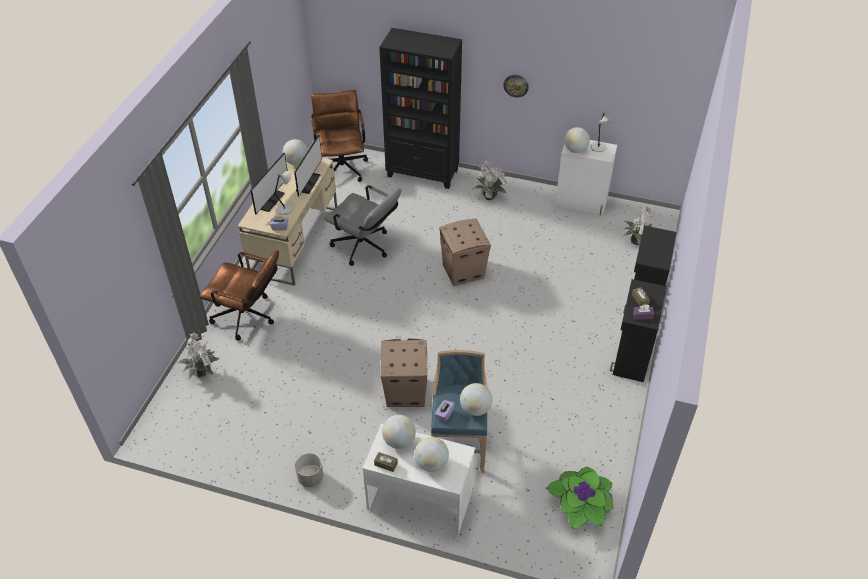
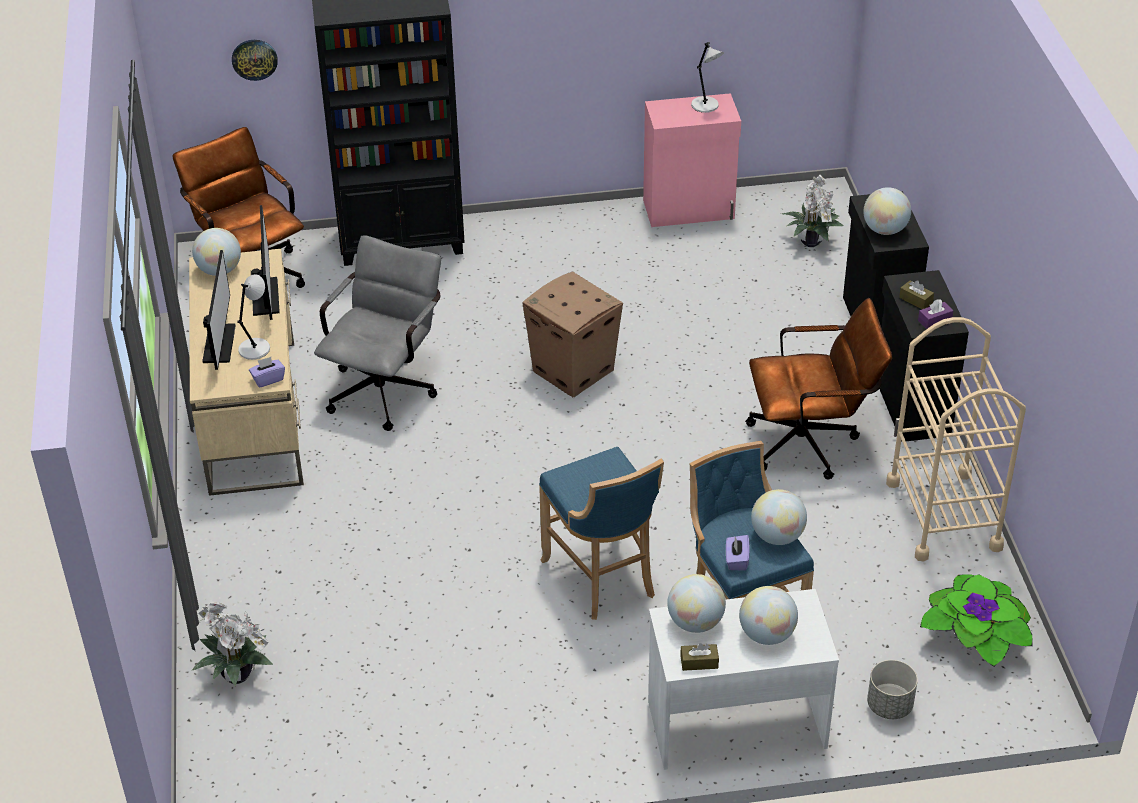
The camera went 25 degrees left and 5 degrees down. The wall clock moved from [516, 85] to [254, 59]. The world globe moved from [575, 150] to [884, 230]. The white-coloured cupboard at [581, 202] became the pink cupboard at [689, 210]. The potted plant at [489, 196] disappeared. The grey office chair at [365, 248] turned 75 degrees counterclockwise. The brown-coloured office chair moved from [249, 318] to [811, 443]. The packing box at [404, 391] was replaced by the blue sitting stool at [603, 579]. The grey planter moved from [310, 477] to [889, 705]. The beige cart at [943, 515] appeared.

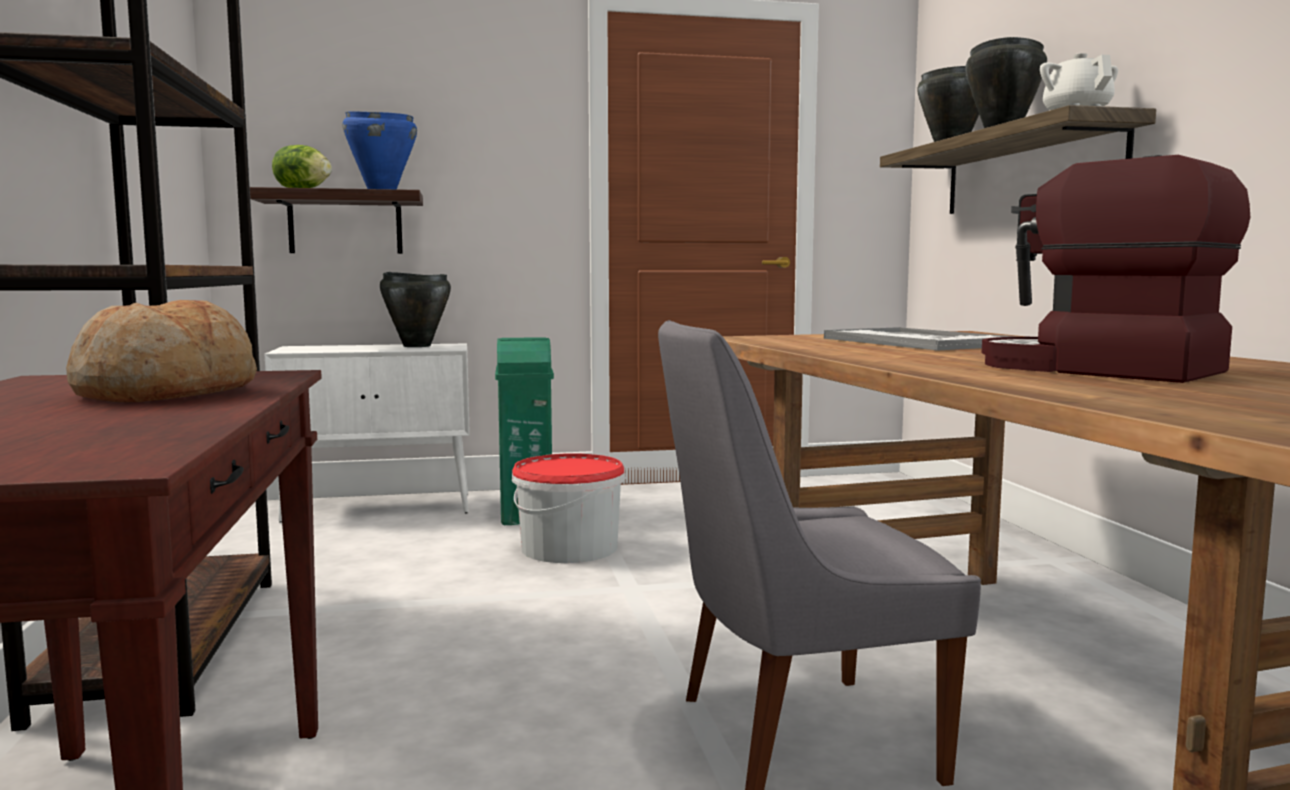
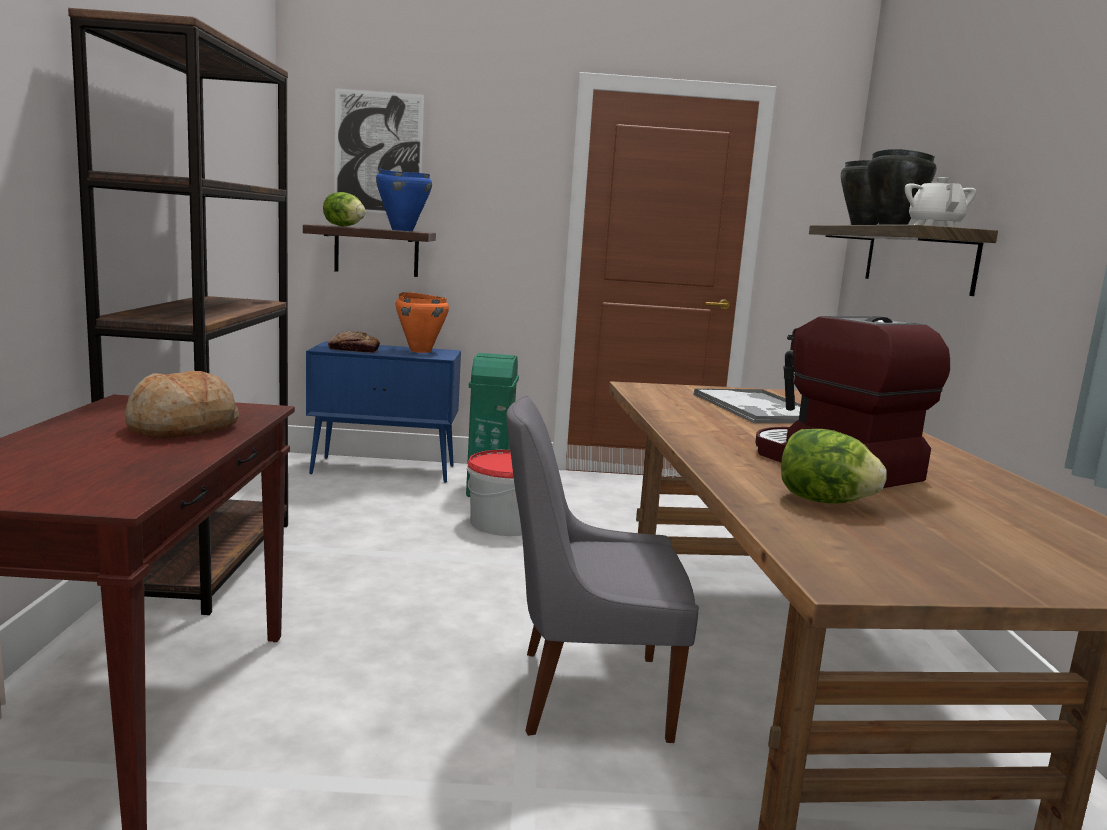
The camera went 10 degrees right and 5 degrees up. The black-coloured saucepot at [417, 346] became the orange saucepot at [420, 351]. The white-coloured cupboard at [380, 507] became the blue cupboard at [385, 470]. The picture at [378, 153] appeared. The bread at [353, 350] appeared. The head of lettuce at [823, 501] appeared.

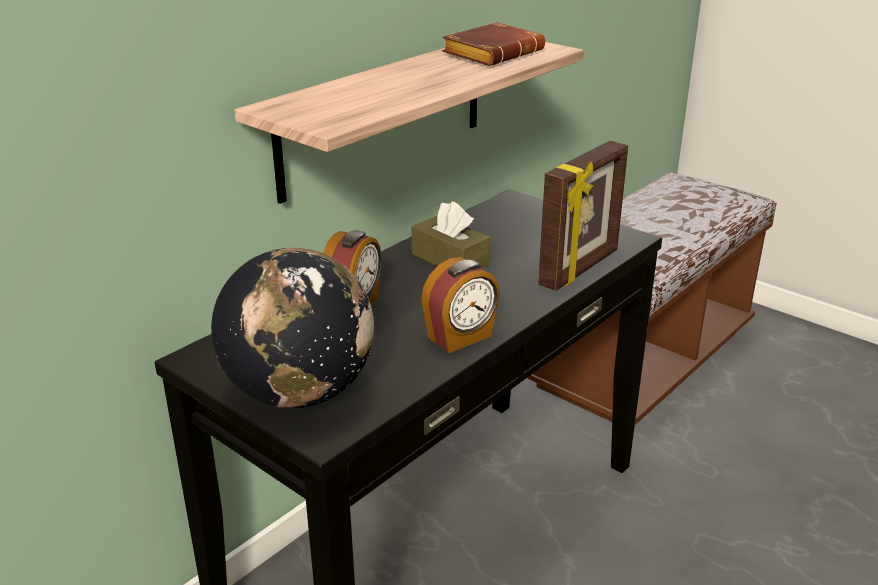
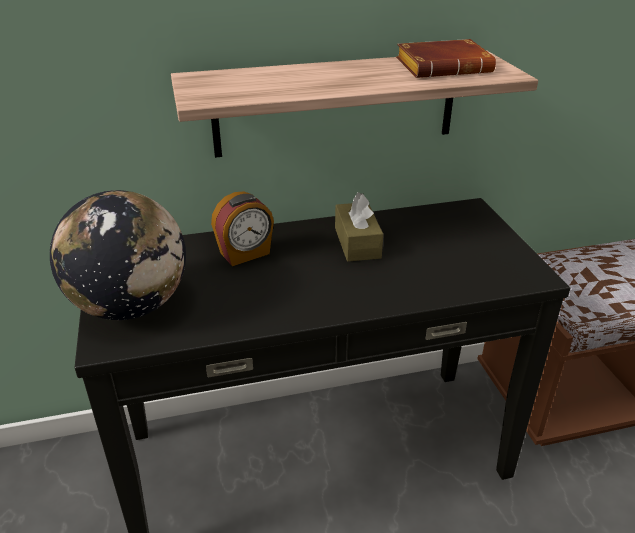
The camera went 35 degrees right and 5 degrees up. The photo frame at [580, 269] disappeared. The alarm clock at [460, 337] disappeared.

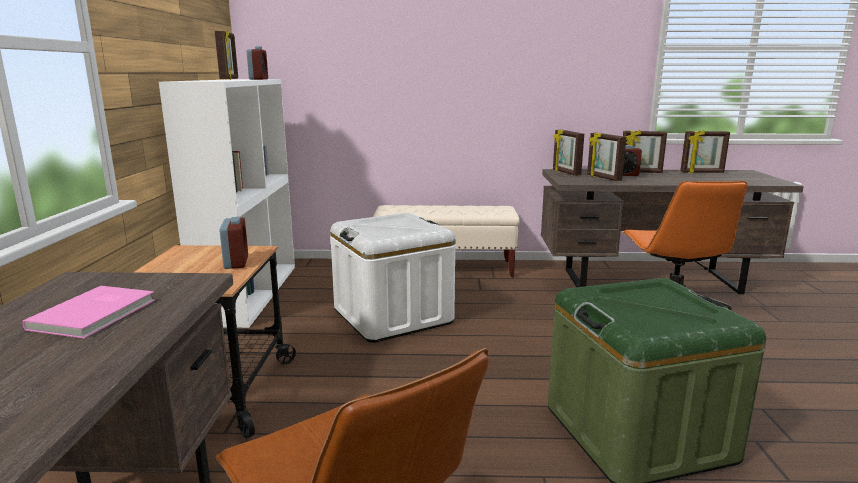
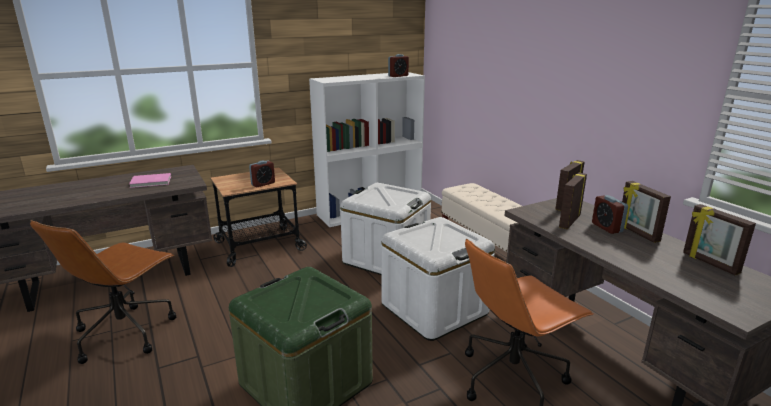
The camera went 60 degrees right and 5 degrees up. The photo frame at [230, 79] disappeared. The white-coloured storage bin at [434, 309] appeared.

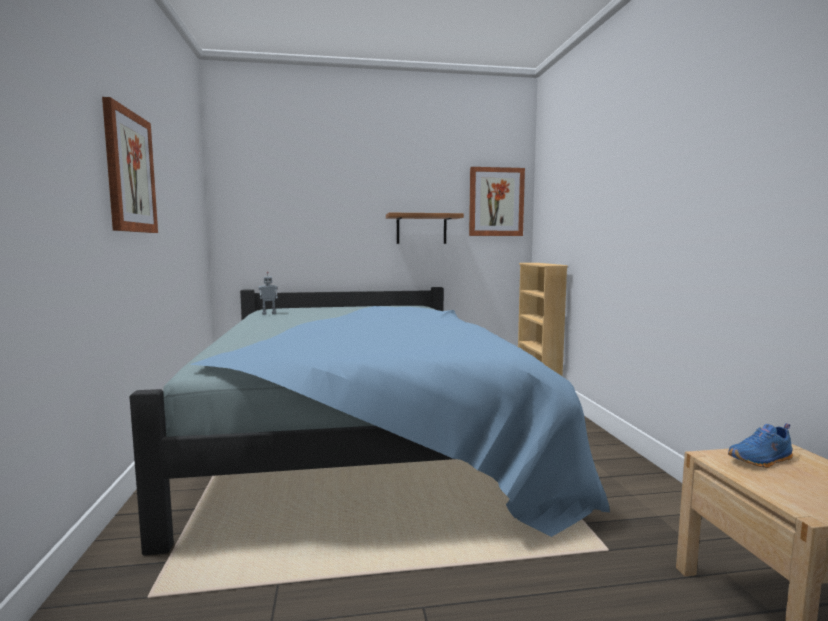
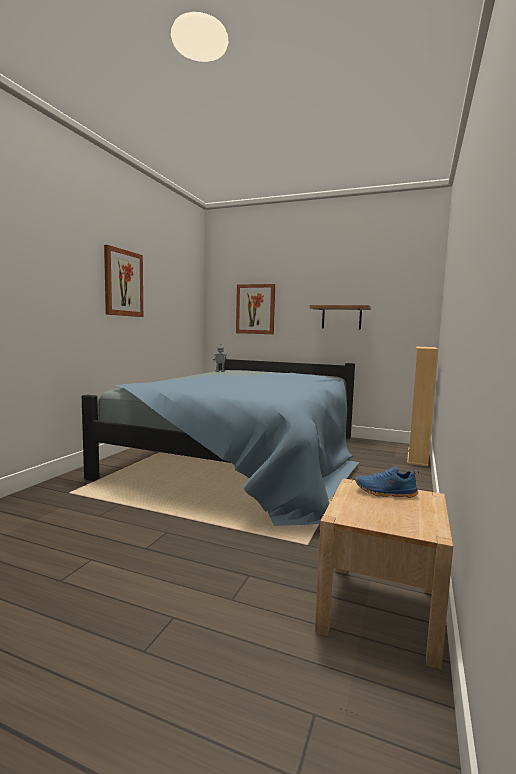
The camera went 30 degrees right and 0 degrees up. The picture moved from [496, 202] to [255, 309].

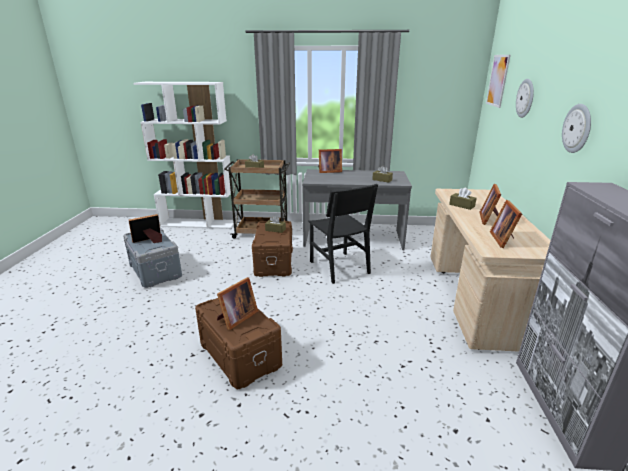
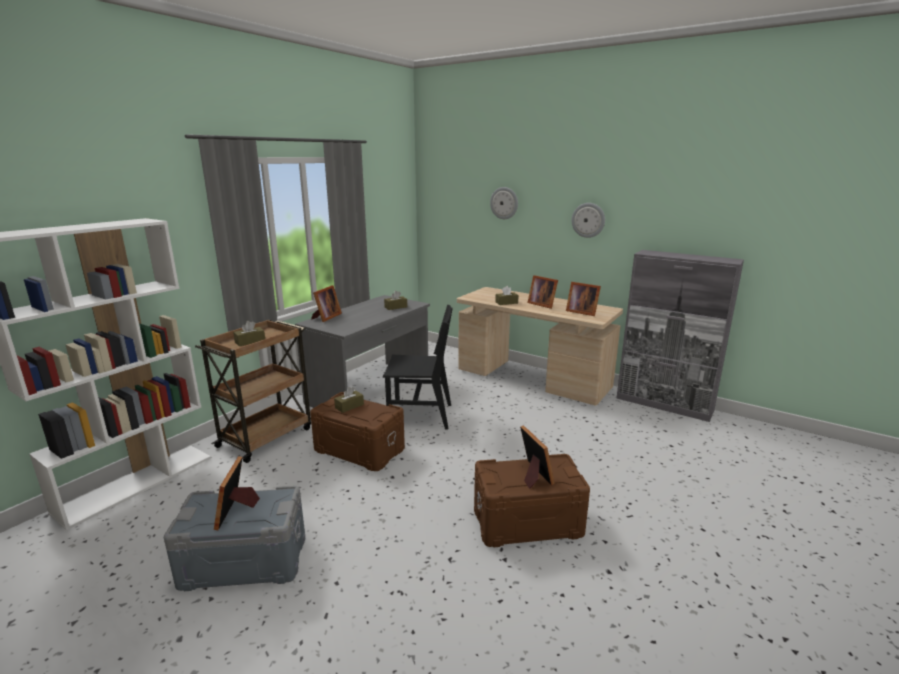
The camera went 60 degrees left and 5 degrees down. The picture at [498, 80] disappeared.

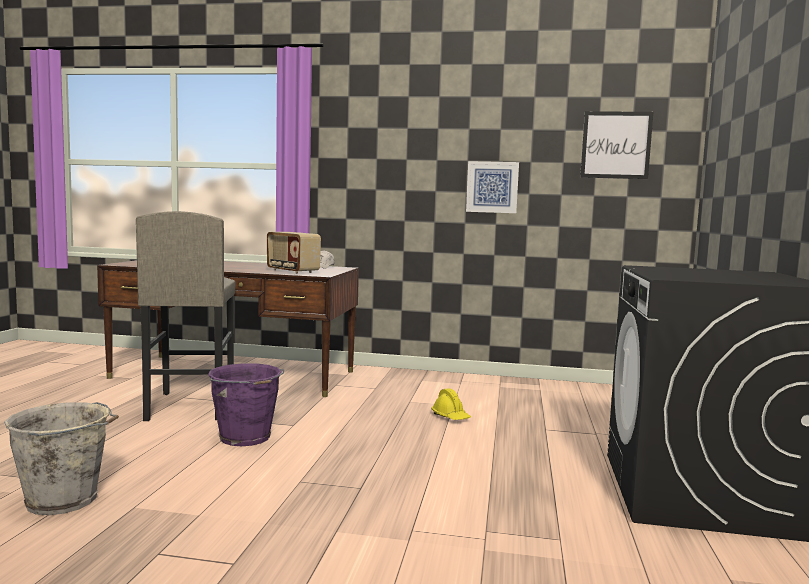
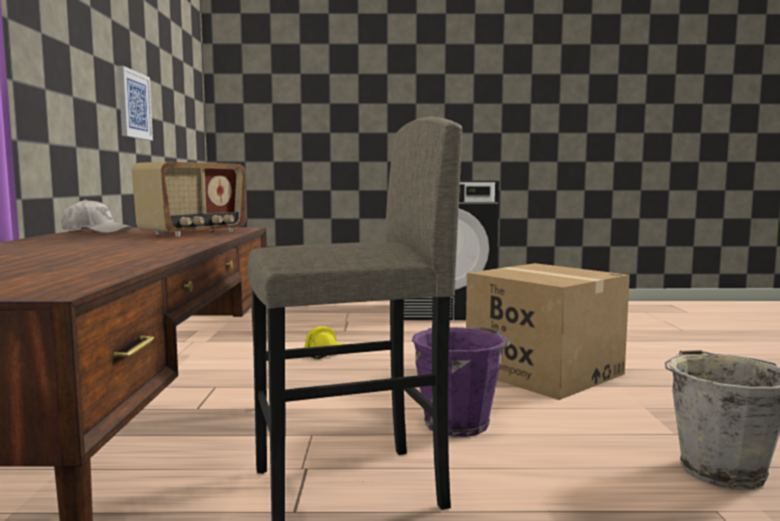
The camera went 100 degrees left and 0 degrees up. The picture at [616, 145] disappeared. The packing box at [543, 372] appeared.

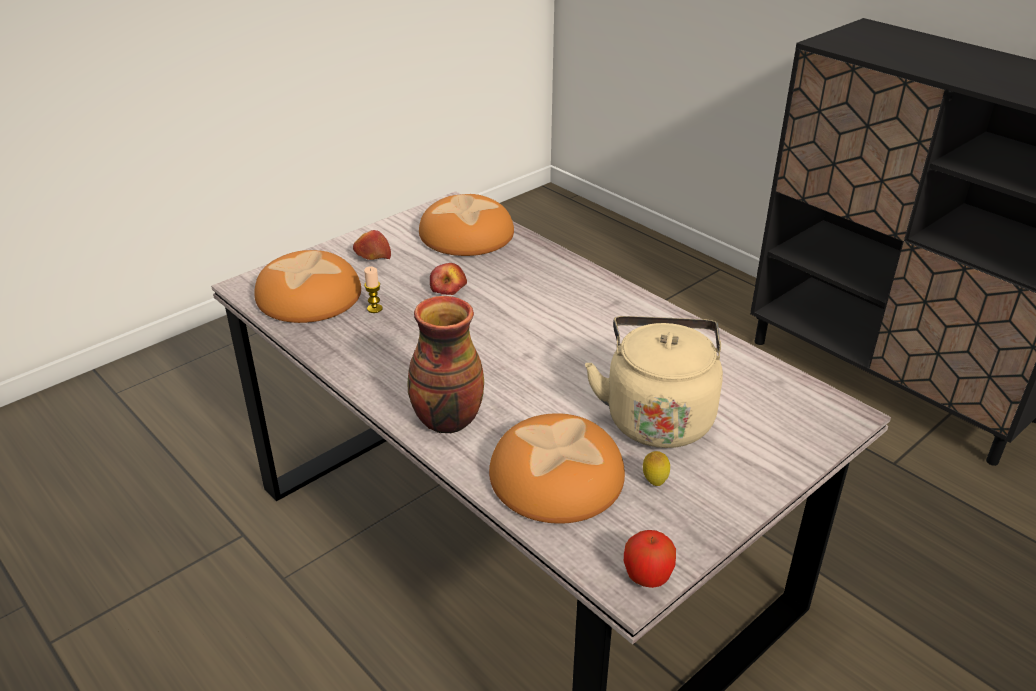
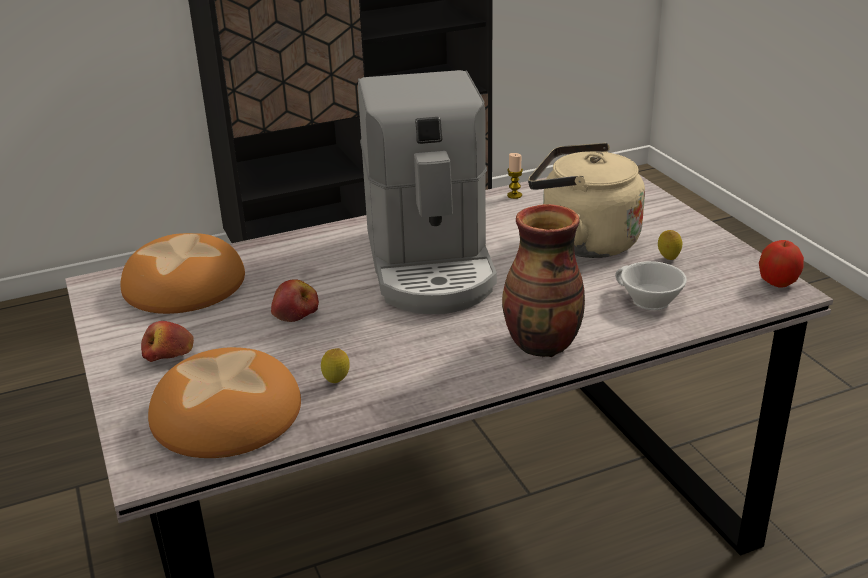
The camera went 70 degrees left and 5 degrees down. The candle moved from [374, 309] to [514, 195]. The bread at [555, 476] was replaced by the white-coloured drinking cup at [647, 300]. The coffee brewer at [430, 264] appeared. The whole lemon at [336, 382] appeared.

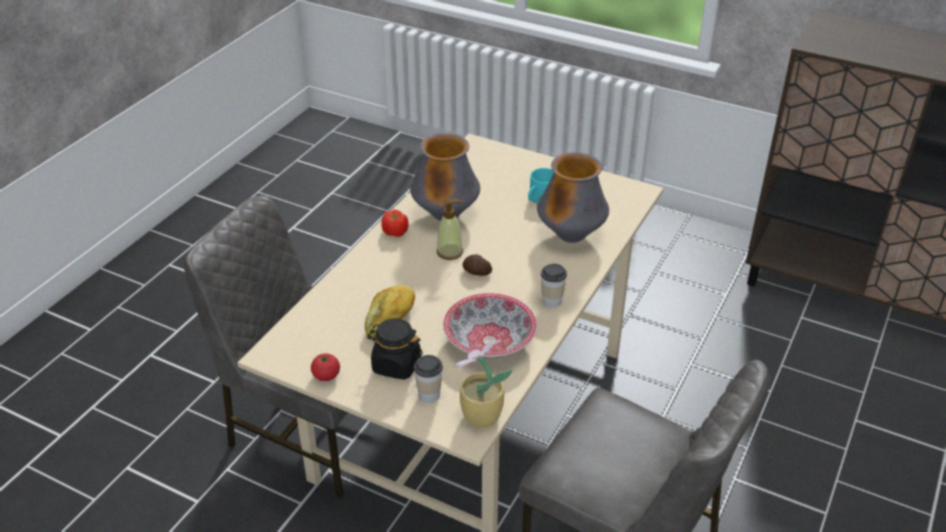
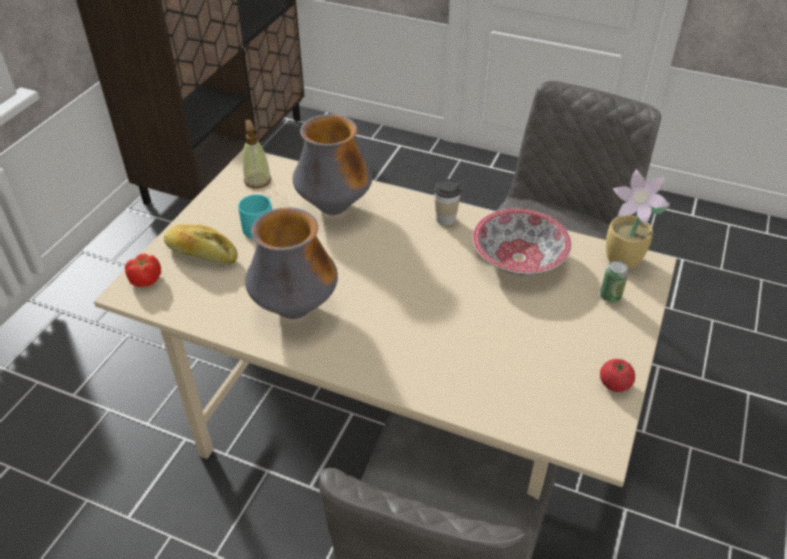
The camera went 95 degrees left and 5 degrees up. The soap dispenser moved from [450, 252] to [257, 180]. The tomato moved from [395, 232] to [146, 280]. The whole potato at [476, 272] disappeared. The bread moved from [391, 319] to [201, 253]. The black-coloured storage jar at [396, 365] disappeared. The drinking cup at [429, 395] was replaced by the can at [610, 296].

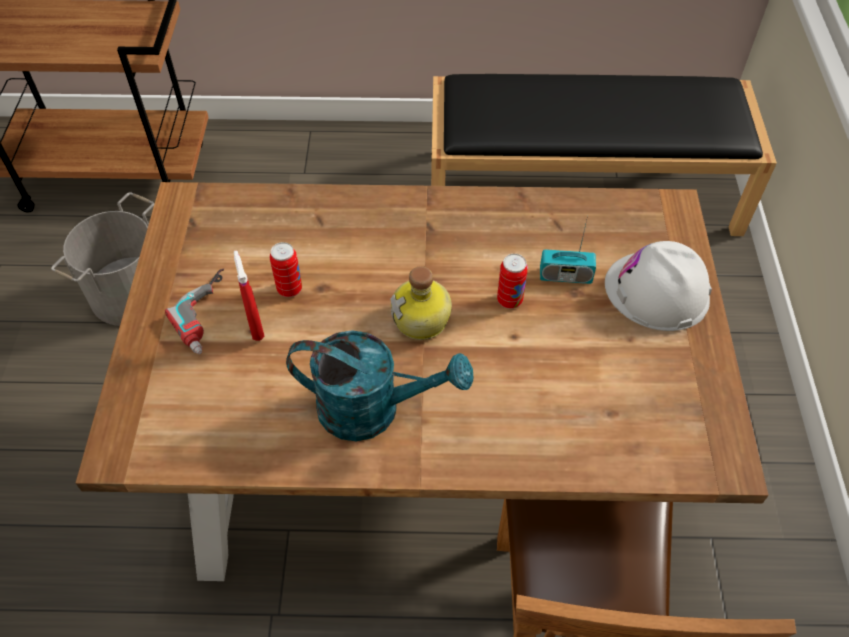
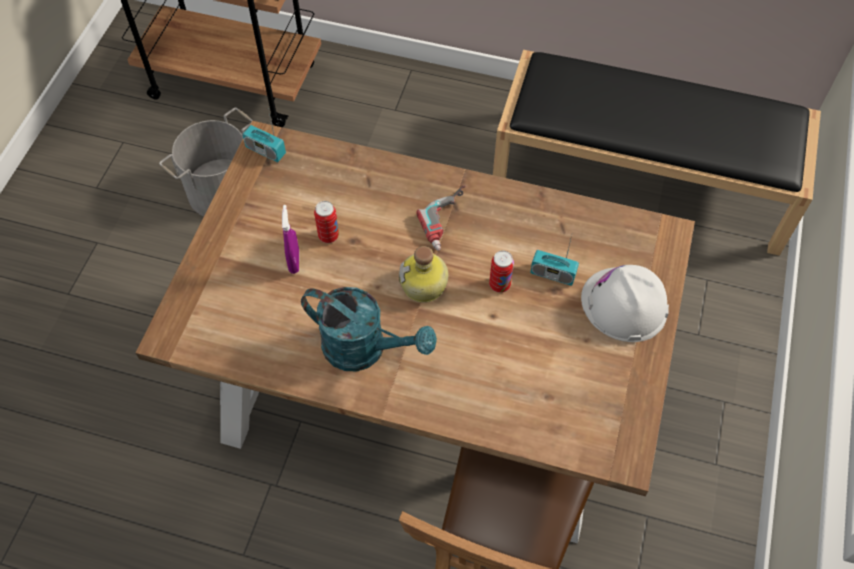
The camera went 15 degrees right and 5 degrees up. The red-coloured sprayer at [256, 327] became the purple sprayer at [294, 261]. The drill moved from [211, 315] to [449, 221]. The radio receiver at [265, 151] appeared.

